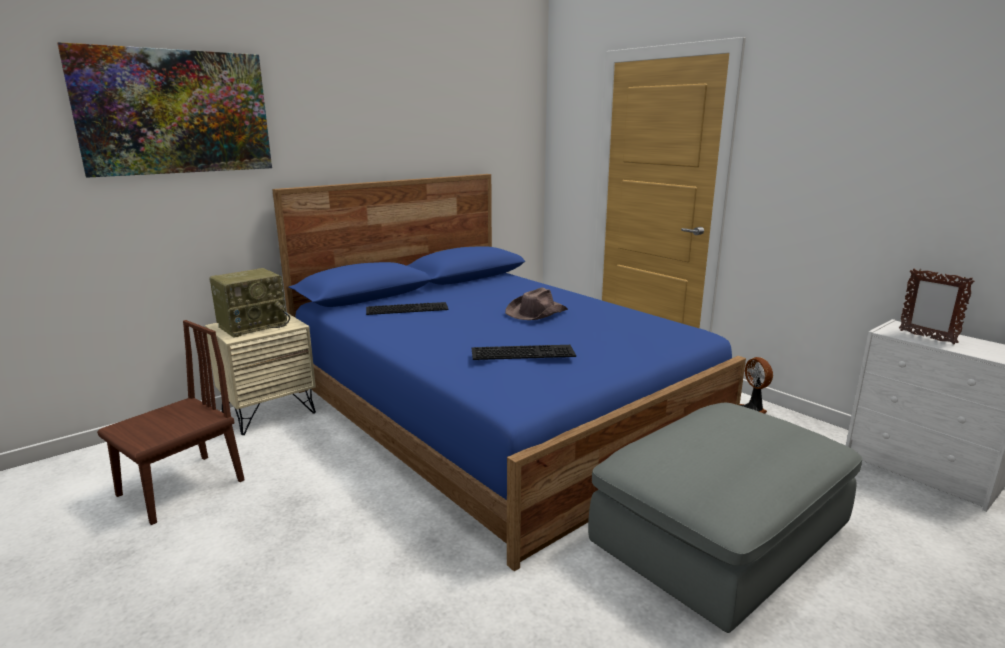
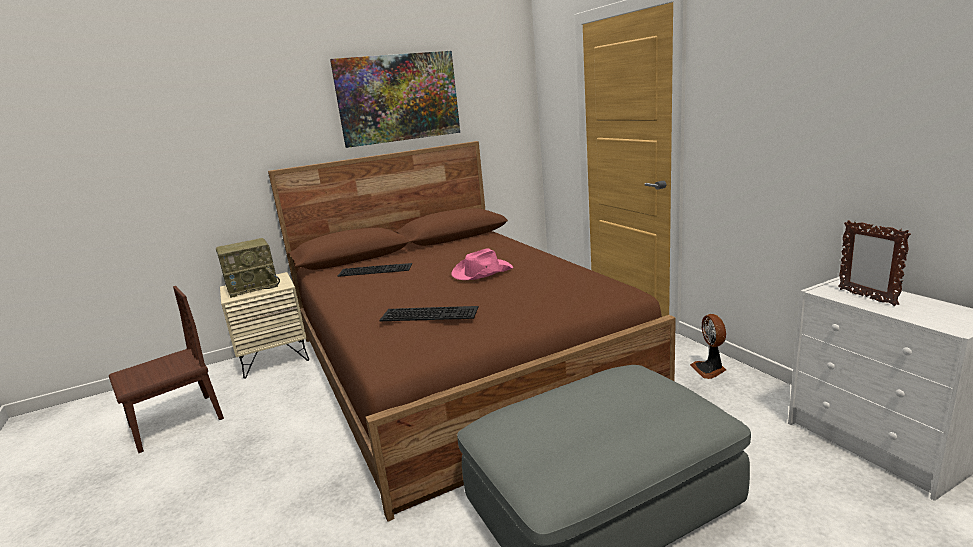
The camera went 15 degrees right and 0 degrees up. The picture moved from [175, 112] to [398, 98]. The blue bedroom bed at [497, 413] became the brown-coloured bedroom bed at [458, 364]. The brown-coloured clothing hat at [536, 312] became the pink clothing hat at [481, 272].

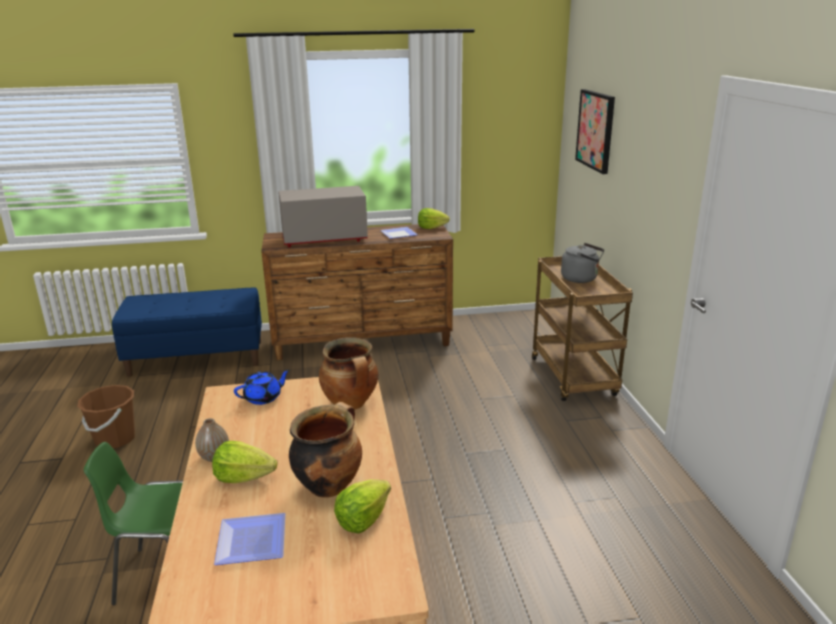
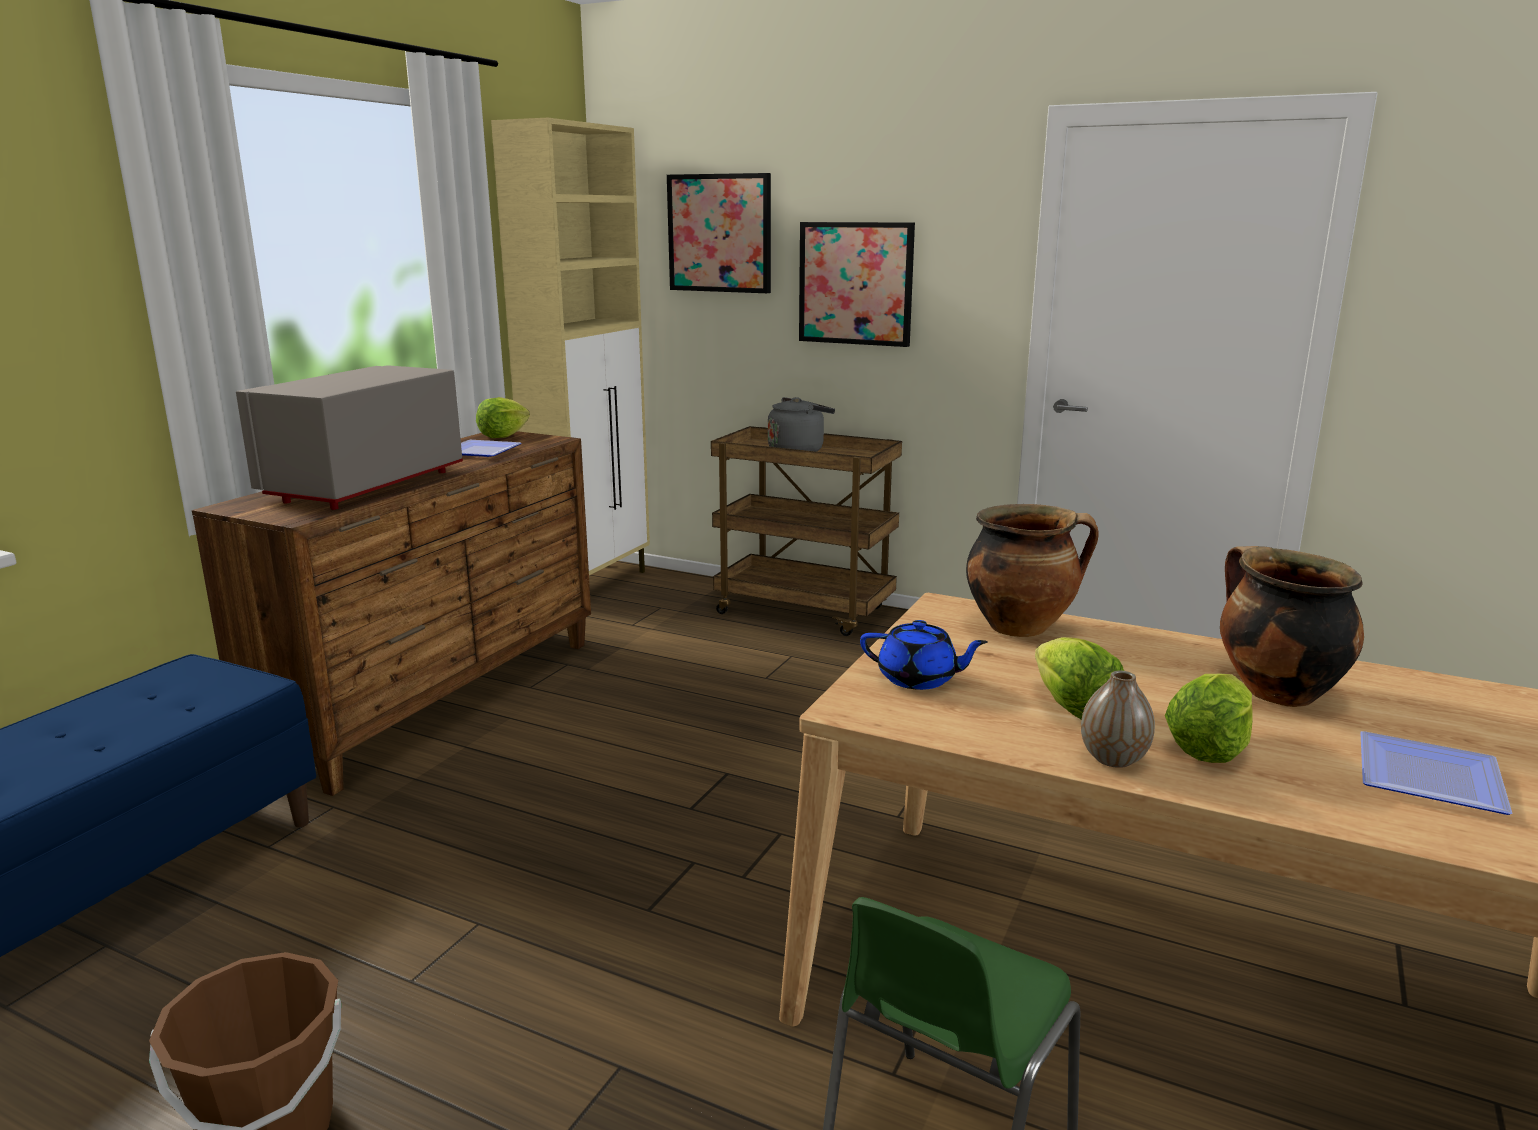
The camera went 55 degrees left and 5 degrees down. The blue teapot at [263, 398] turned 105 degrees clockwise. The head of lettuce moved from [363, 519] to [1072, 707]. The beige cupboard at [593, 585] appeared. The picture at [856, 283] appeared.

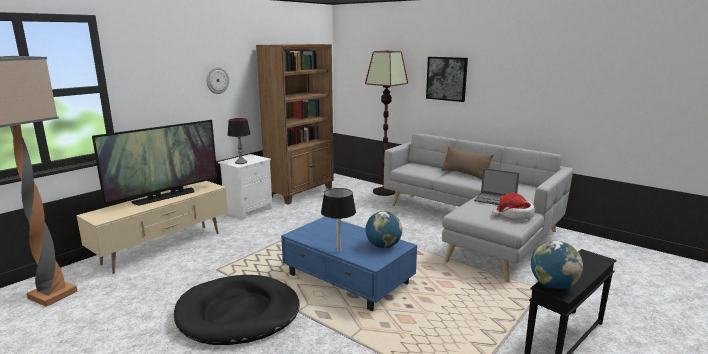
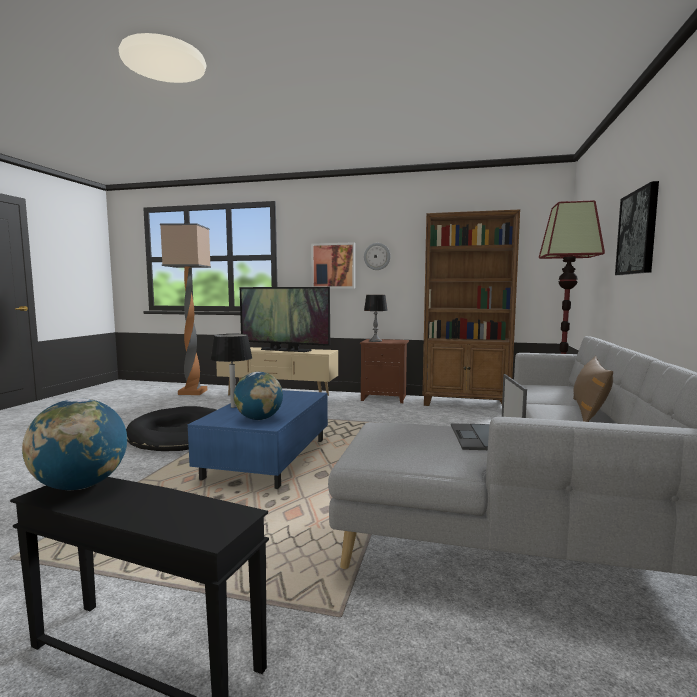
The camera went 65 degrees right and 10 degrees down. The white-coloured nightstand at [248, 210] became the brown-coloured nightstand at [385, 398]. The clothing hat at [514, 215] disappeared. The picture at [333, 266] appeared.

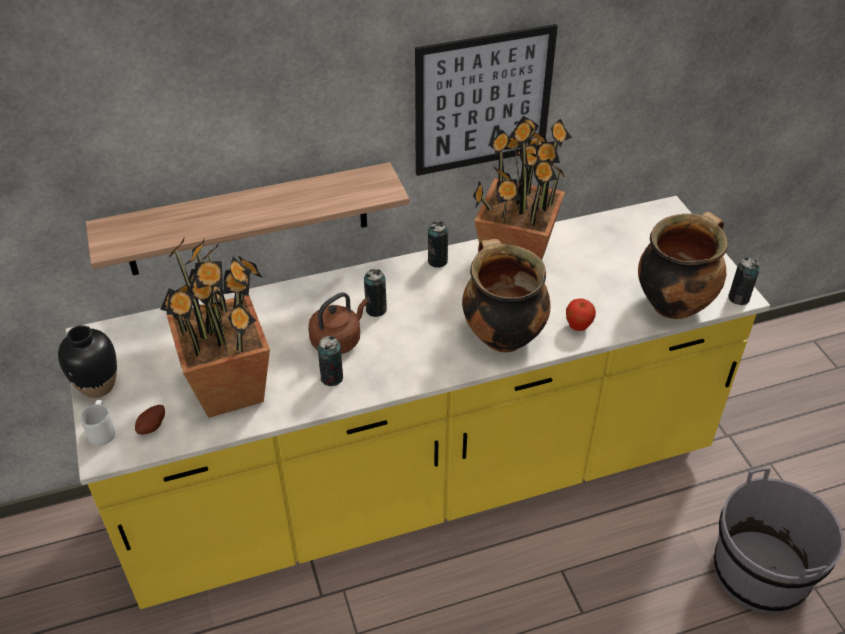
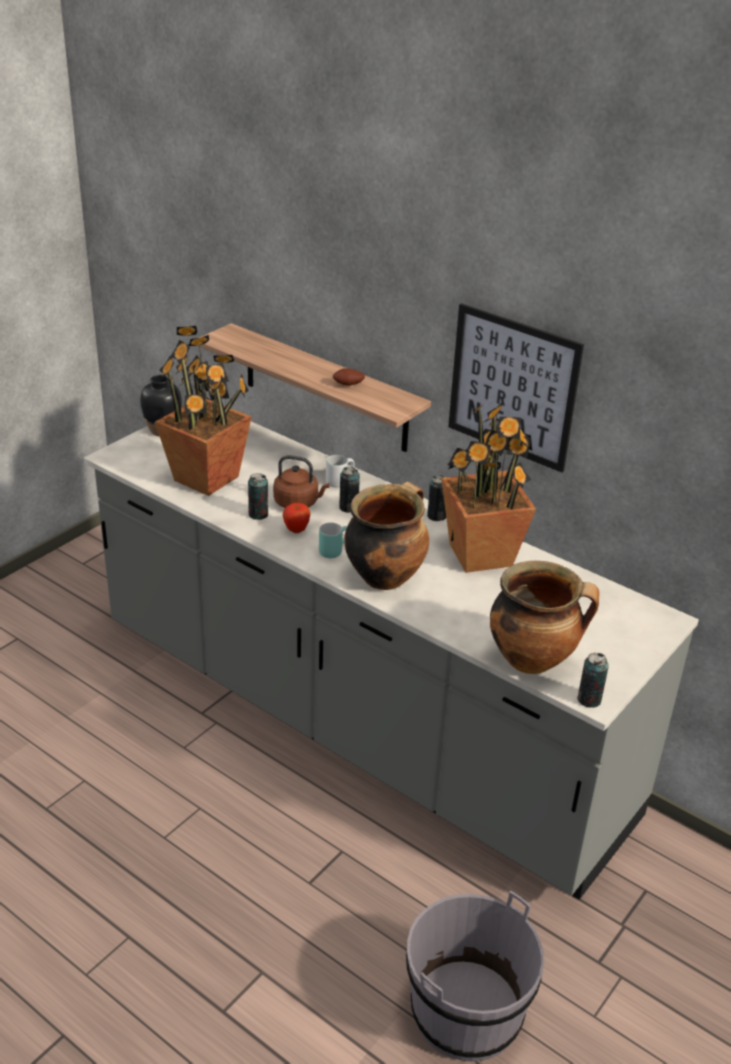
The camera went 55 degrees right and 10 degrees down. The yellow-coloured kitchen base unit at [422, 481] became the grey kitchen base unit at [357, 721]. The apple moved from [578, 327] to [296, 530]. The white-coloured tea mug moved from [101, 431] to [339, 480]. The whole potato moved from [153, 427] to [348, 385]. The turquoise-coloured tea mug at [333, 550] appeared.

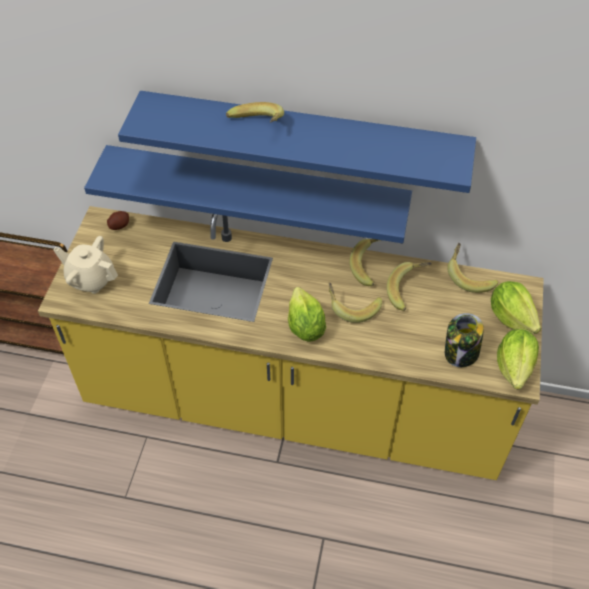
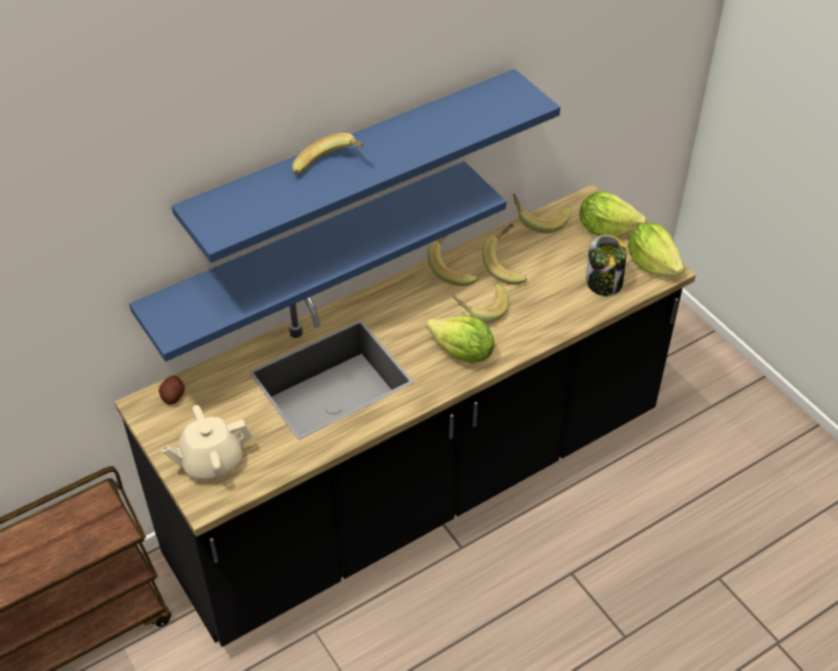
The camera went 45 degrees left and 5 degrees down. The yellow-coloured kitchen base unit at [294, 404] became the black-coloured kitchen base unit at [419, 487].

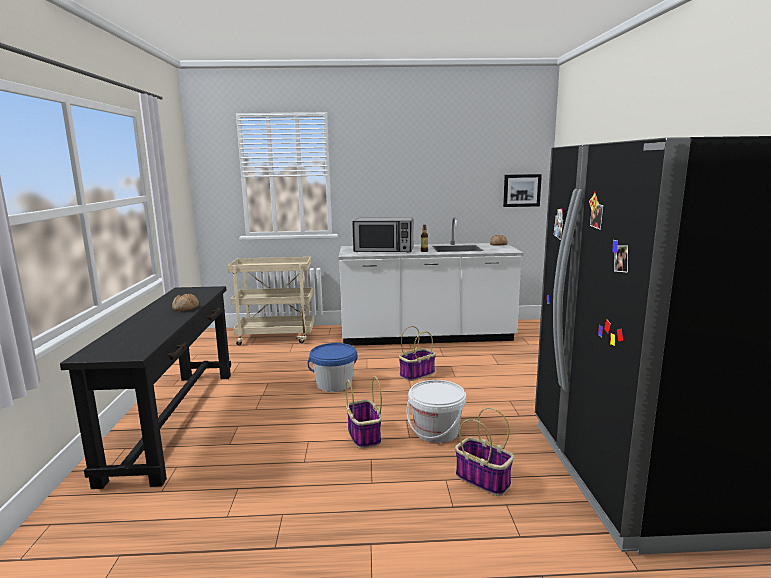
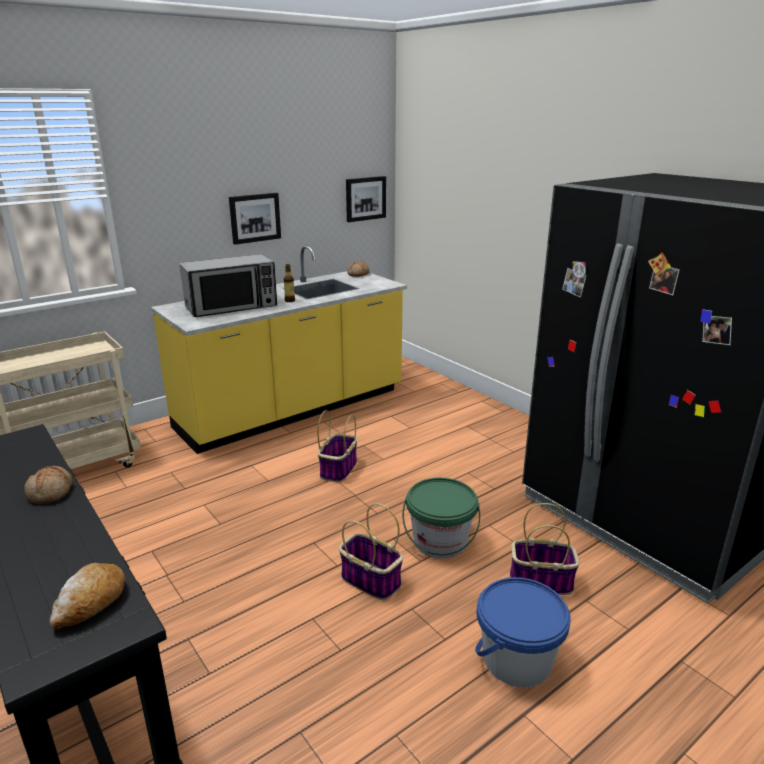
The camera went 35 degrees left and 10 degrees up. The white-coloured kitchen base unit at [426, 337] became the yellow-coloured kitchen base unit at [293, 410]. The blue pail moved from [334, 384] to [517, 660]. The white-coloured pail at [436, 432] became the greenish pail at [440, 541]. The picture at [254, 218] appeared. The bread at [90, 603] appeared.

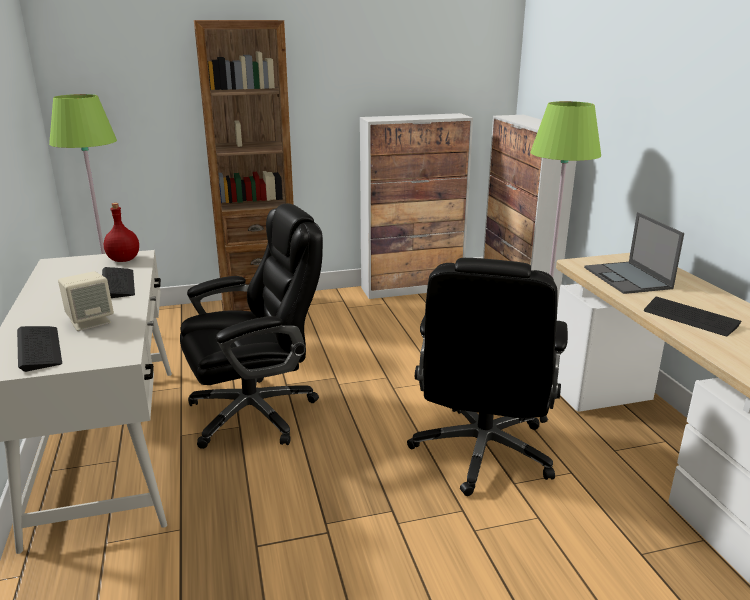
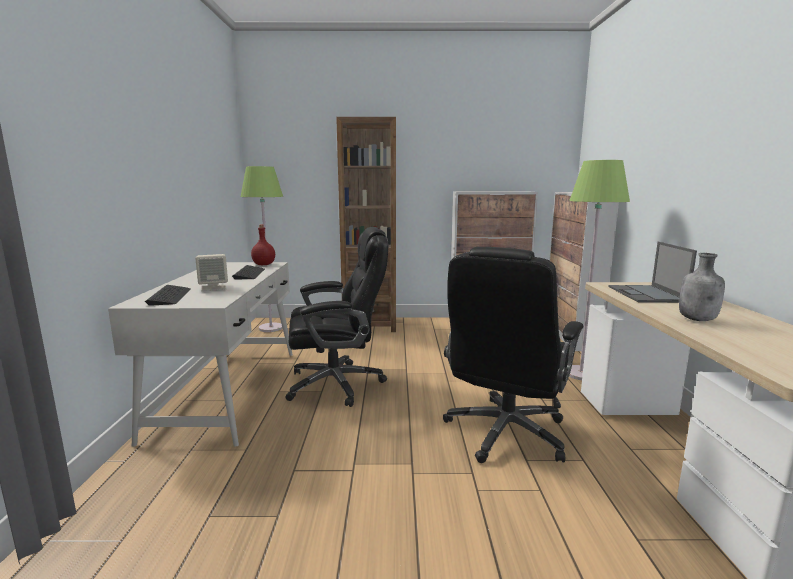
The camera went 15 degrees right and 10 degrees down. The keyboard at [690, 318] was replaced by the grey bottle at [698, 319].

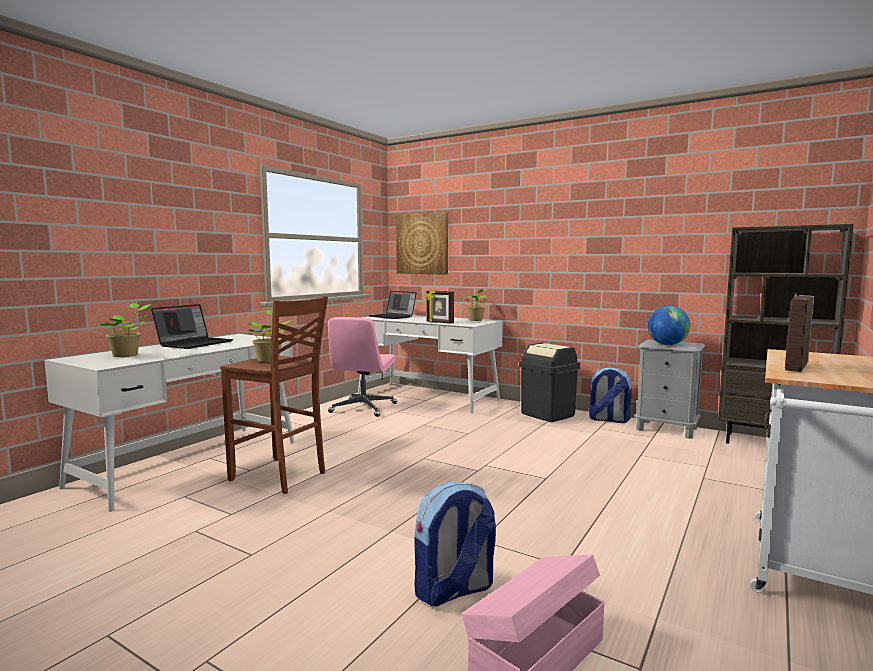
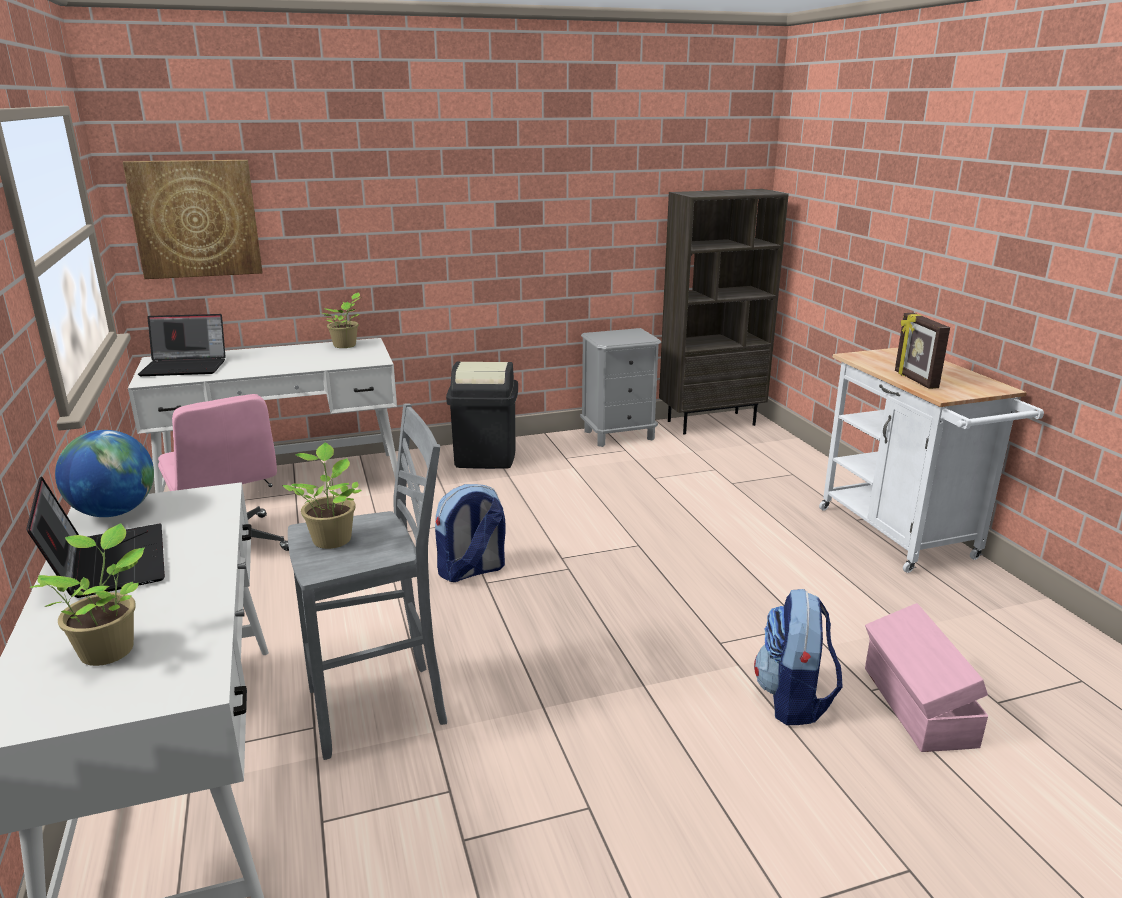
The camera went 50 degrees left and 15 degrees up. The photo frame at [439, 322] disappeared. The brown-coloured sitting stool at [280, 476] became the grey sitting stool at [381, 708]. The world globe moved from [667, 344] to [114, 512]. The knapsack moved from [608, 420] to [471, 571].

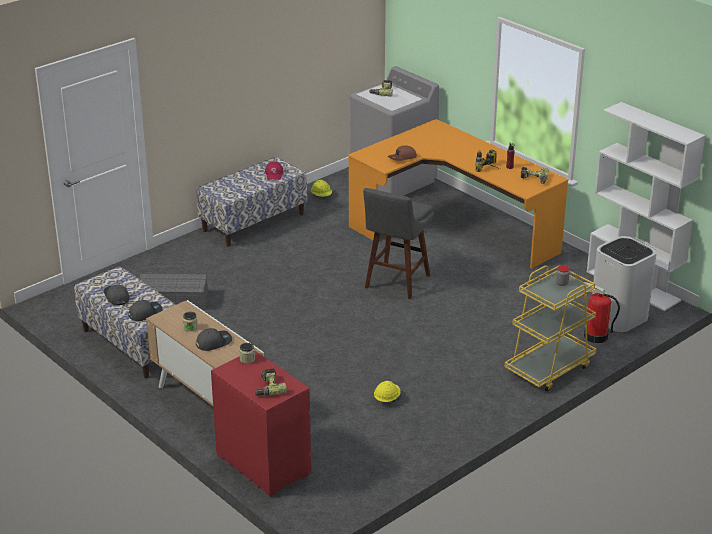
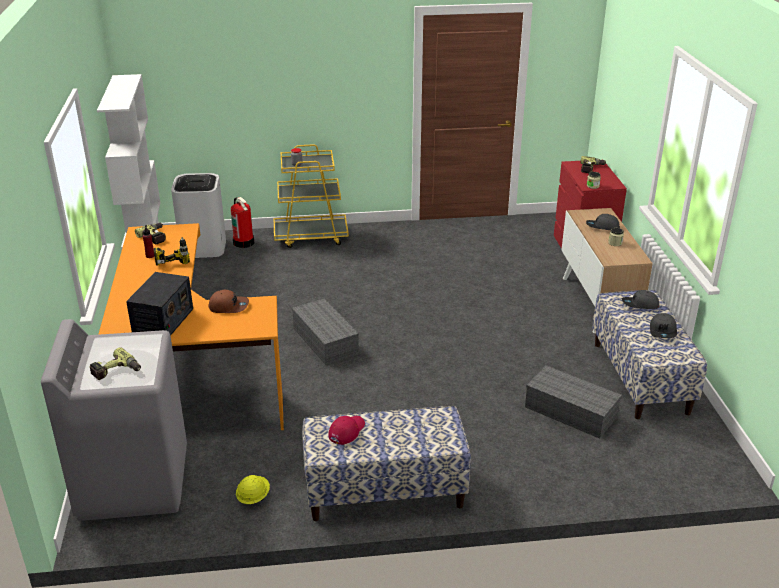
The camera went 145 degrees left and 0 degrees up. The grey sitting stool at [396, 283] was replaced by the grey storage bin at [326, 341]. The yellow-coloured hard hat at [386, 399] disappeared. The radio receiver at [163, 321] appeared.

